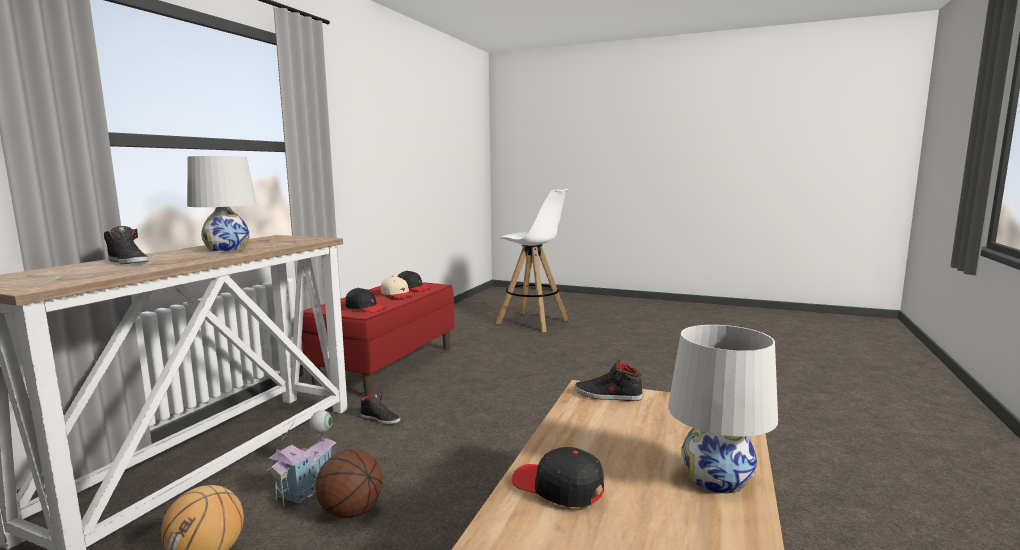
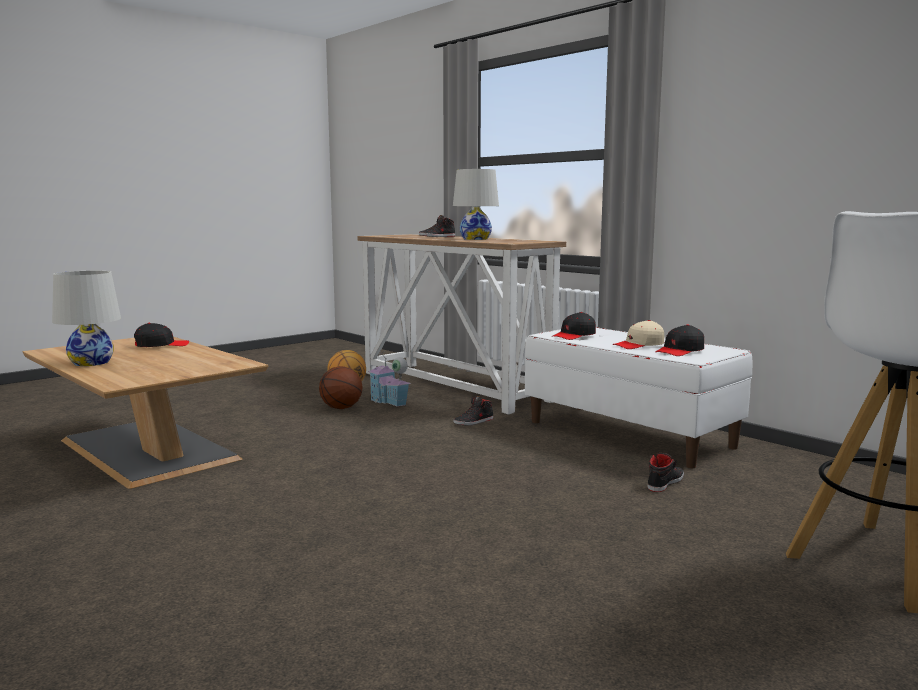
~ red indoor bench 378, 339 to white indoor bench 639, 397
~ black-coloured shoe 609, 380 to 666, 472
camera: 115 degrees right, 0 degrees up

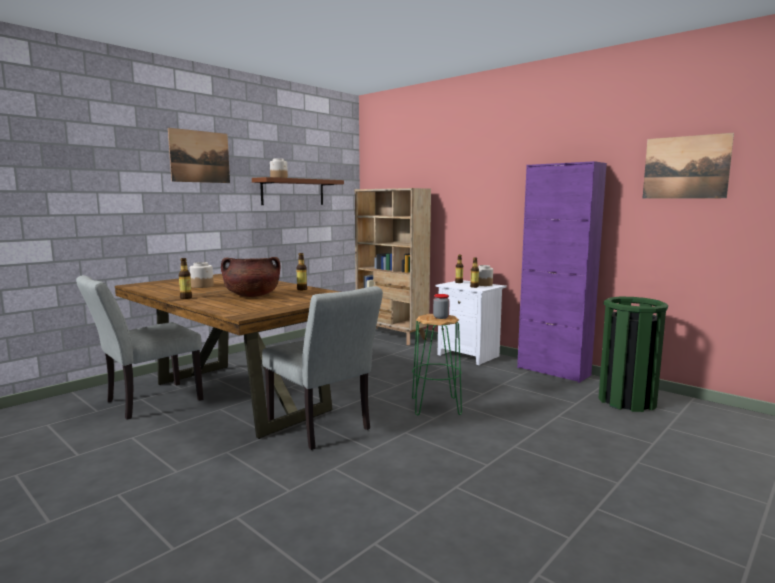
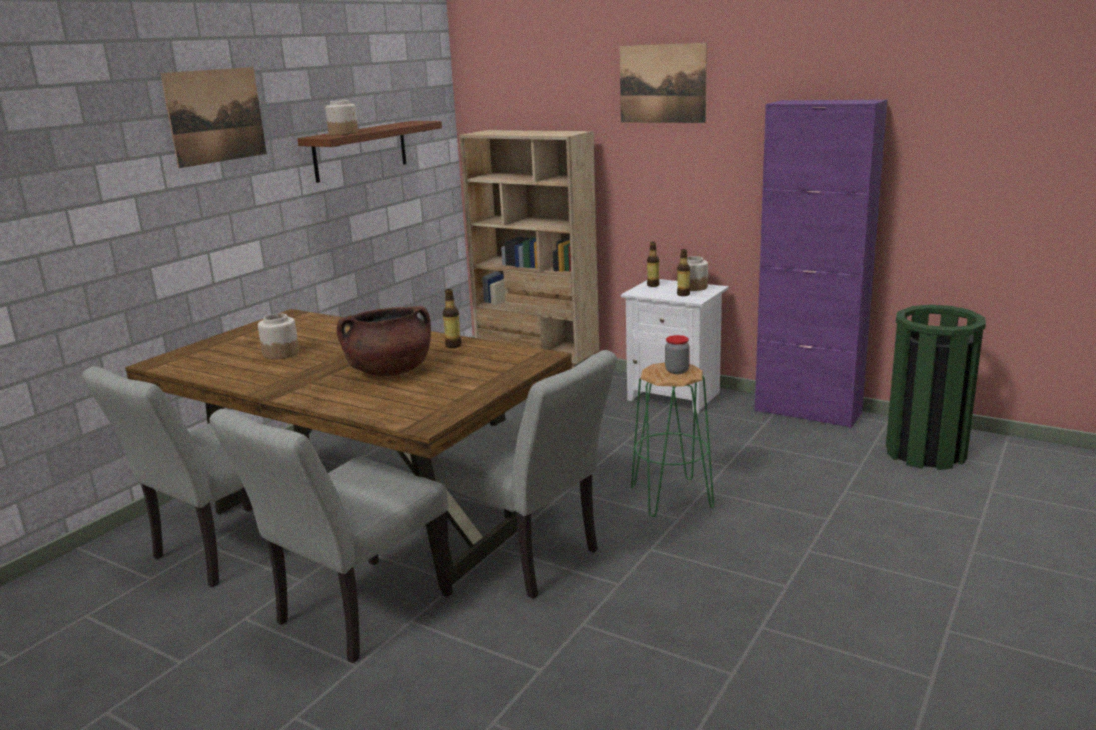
+ grey plain chair 331, 536
~ wall picture 688, 166 to 663, 82
- bottle 185, 278
camera: 10 degrees left, 10 degrees up

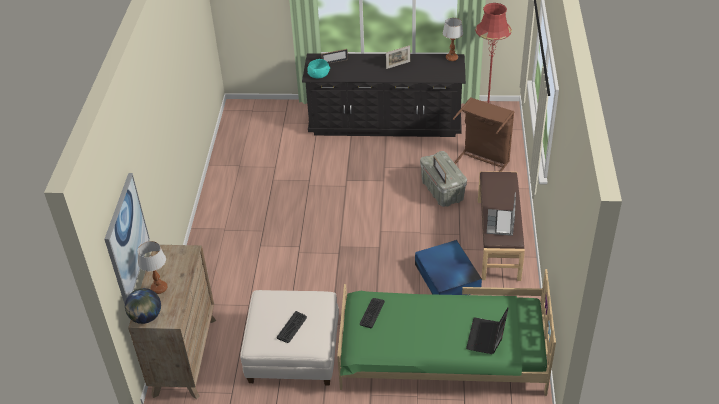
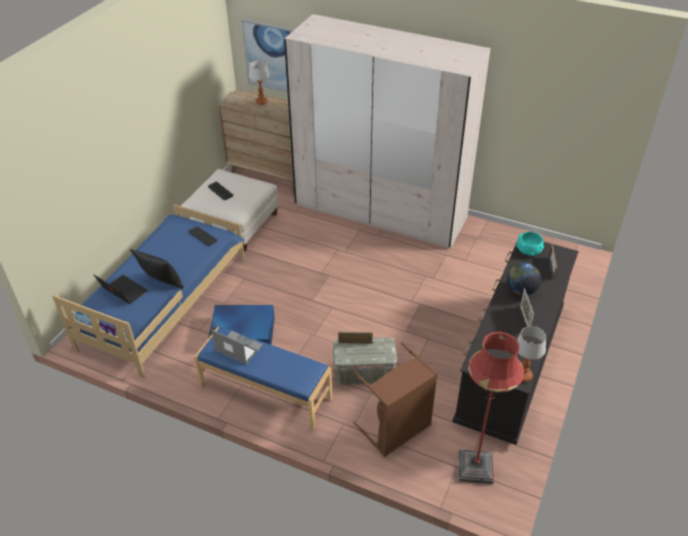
~ greenish sleeping bed 446, 332 to blue-coloured sleeping bed 148, 291
+ black-coloured pillow 157, 268
~ brown-coloured indoor bench 501, 226 to blue-coloured indoor bench 263, 379
+ beige wardrobe 387, 132
~ globe 143, 306 to 524, 279
camera: 110 degrees right, 0 degrees up

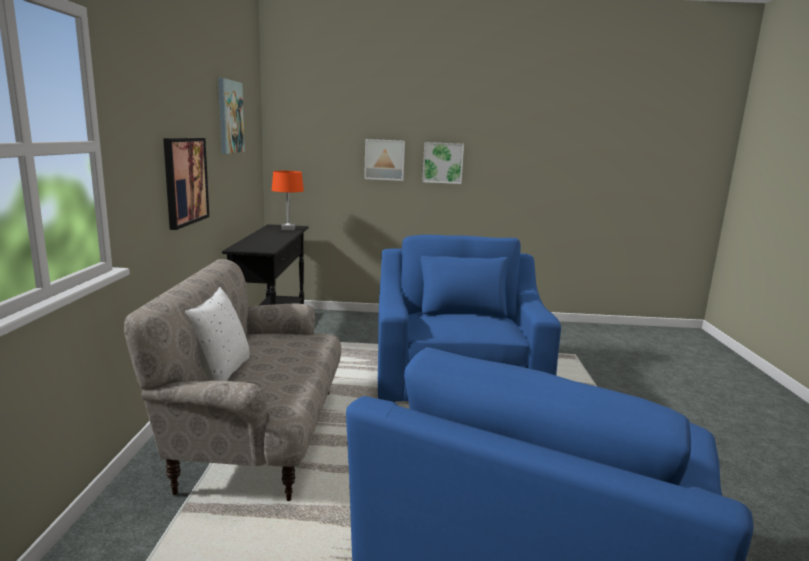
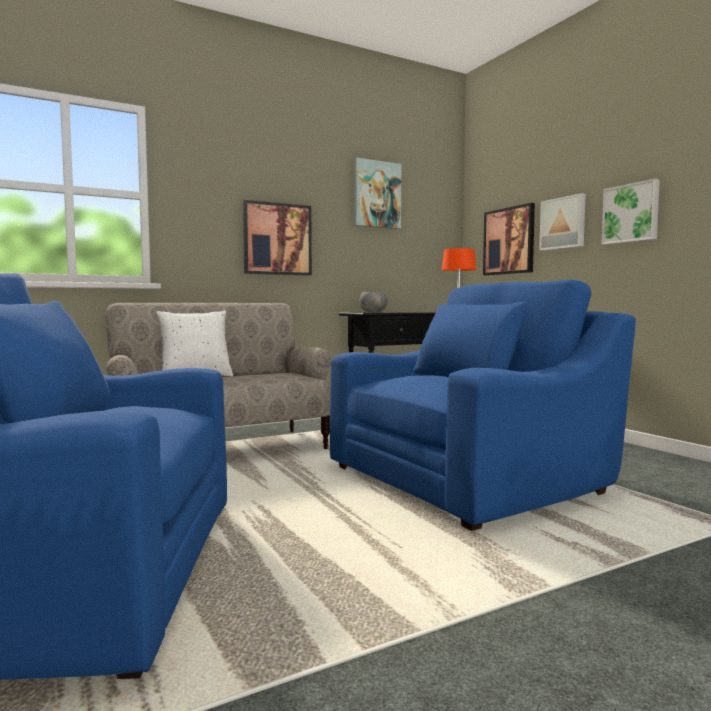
+ grey serving bowl 373, 302
+ wall picture 509, 239
camera: 60 degrees right, 10 degrees down

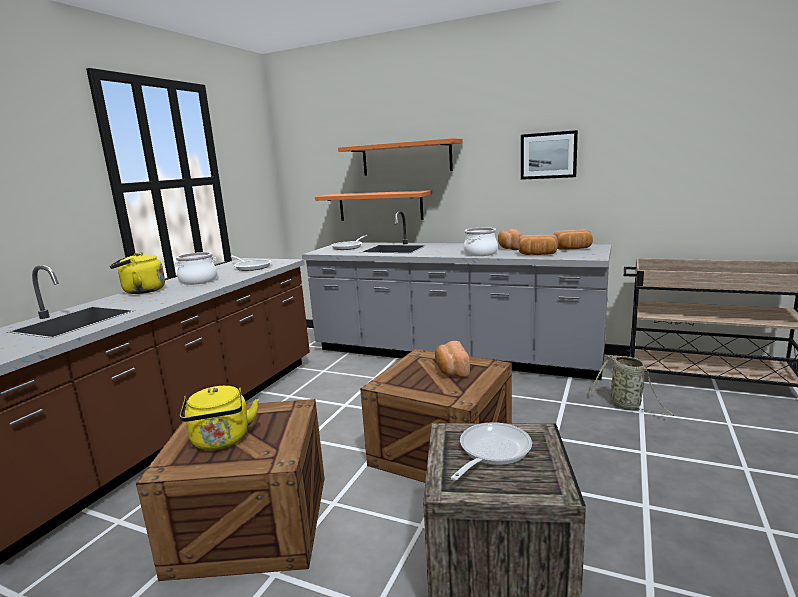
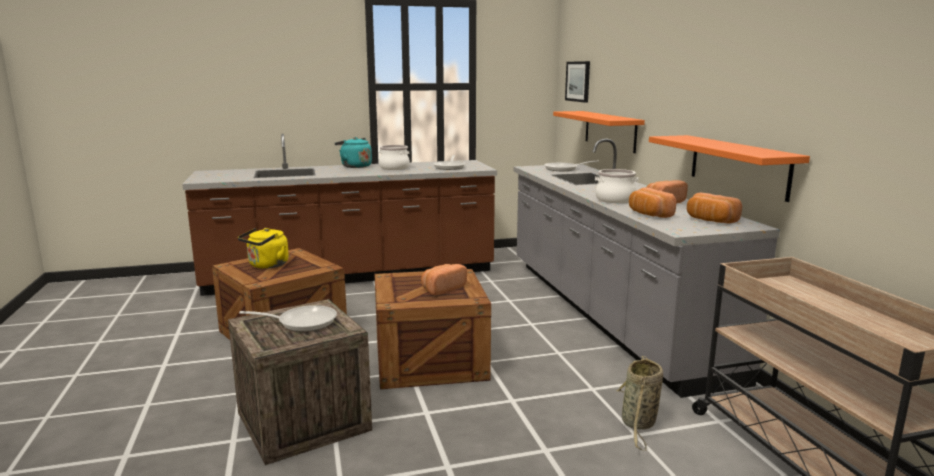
~ yellow kettle 137, 273 to turquoise kettle 353, 152
~ wall picture 549, 155 to 577, 82
~ orangey shelf 400, 157 to 729, 168
camera: 50 degrees right, 0 degrees up

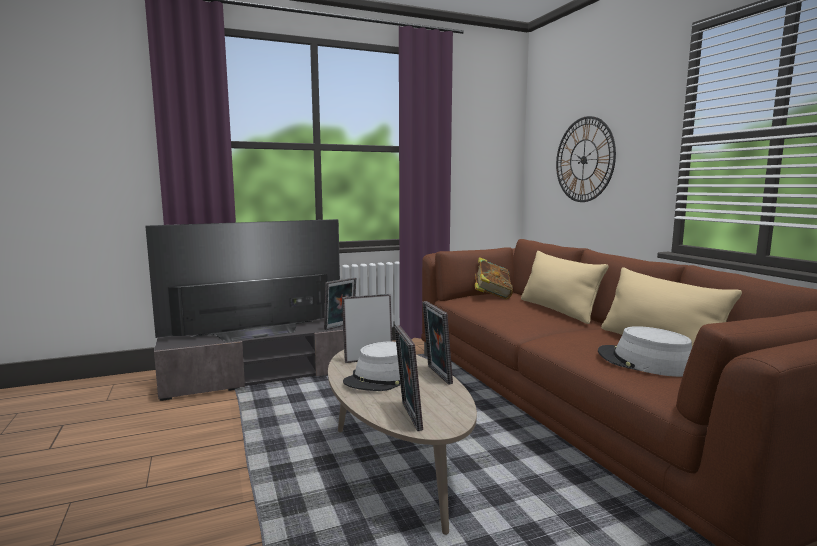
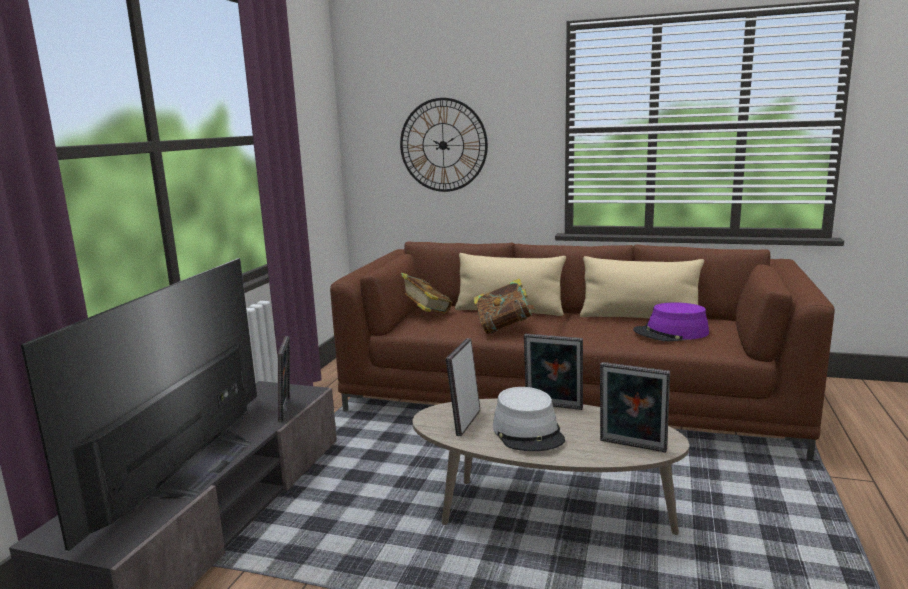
+ bound book 504, 306
~ grey hat 645, 351 to purplish hat 671, 321
camera: 50 degrees left, 5 degrees up

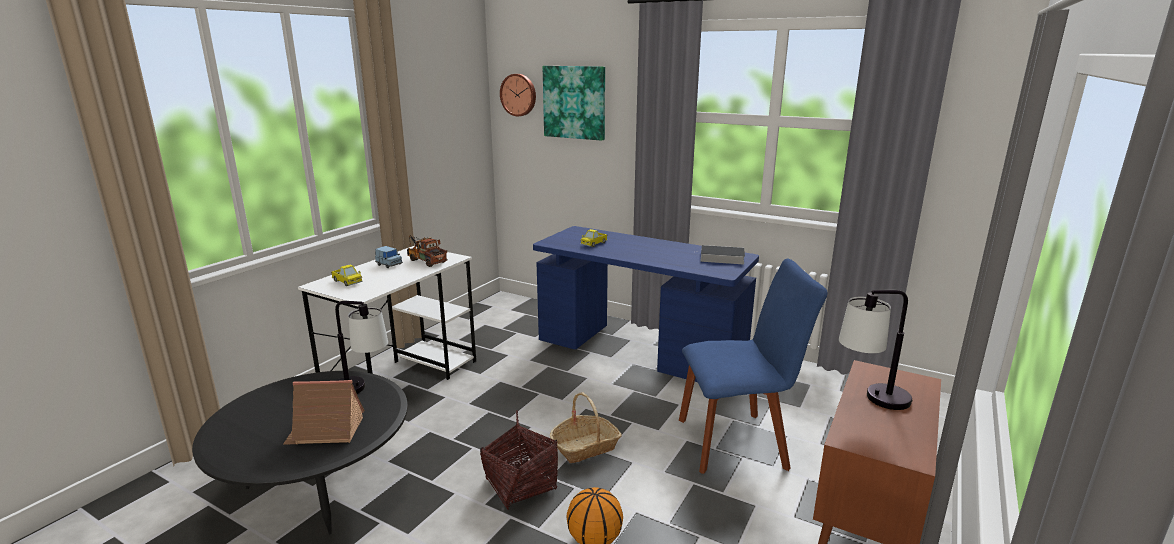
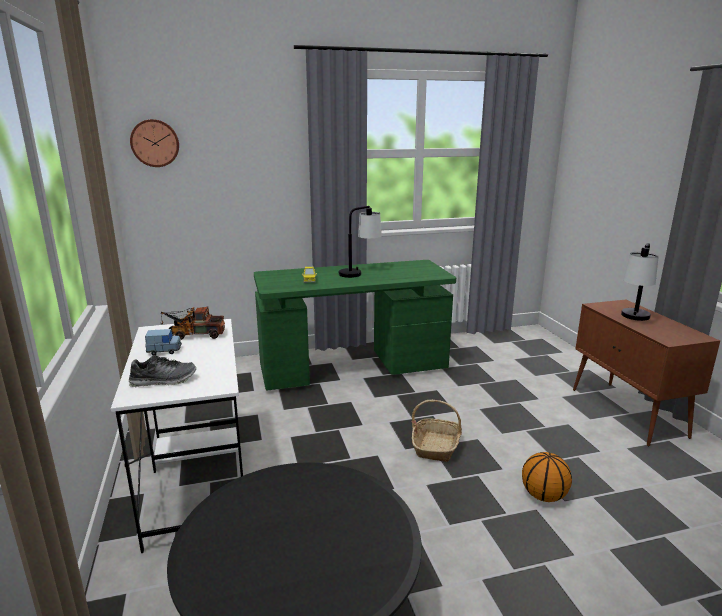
~ toy truck 347, 275 to shoe 162, 371
~ blue-coloured desk 646, 304 to greenish desk 355, 325
~ tabletop lamp 361, 347 to 360, 242
- model house 324, 412
- household basket 519, 460
- wall picture 574, 103
- blue-coloured plain chair 753, 366
- bound book 720, 254
camera: 45 degrees left, 0 degrees up

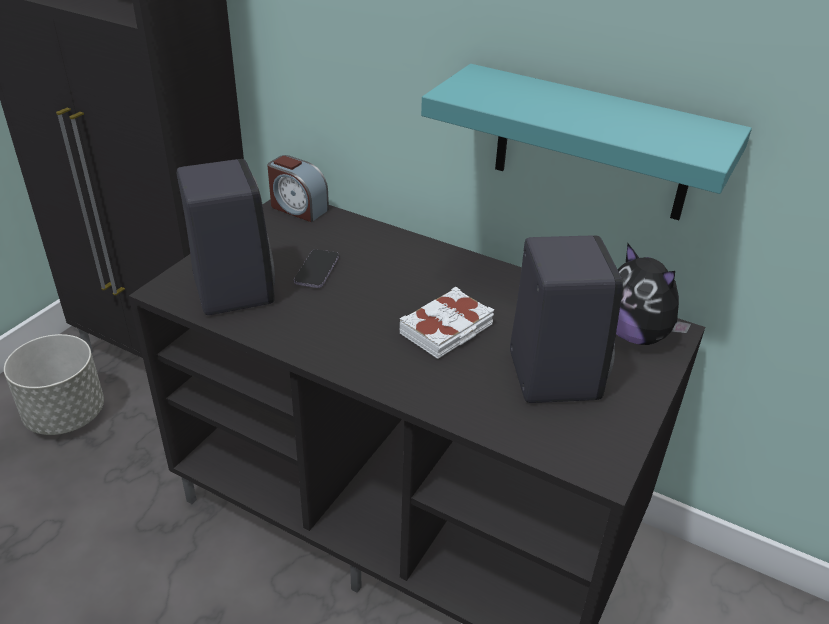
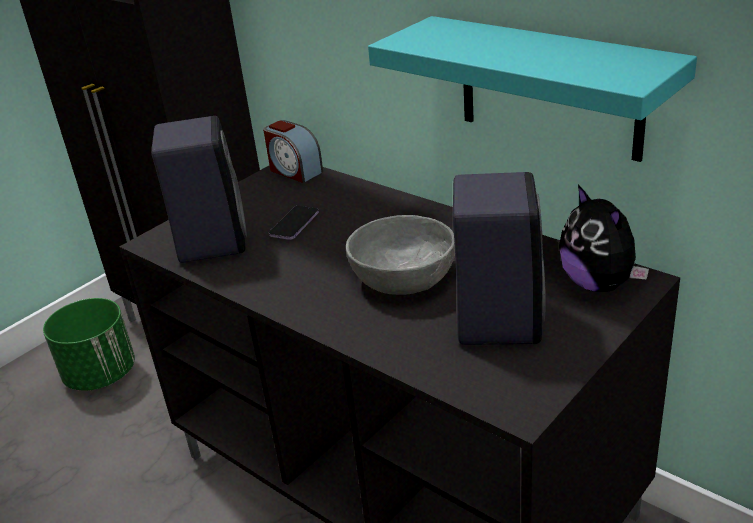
~ grey planter 54, 384 to greenish planter 89, 344
~ white bound book 447, 323 to grey serving bowl 400, 255
camera: 15 degrees right, 5 degrees down

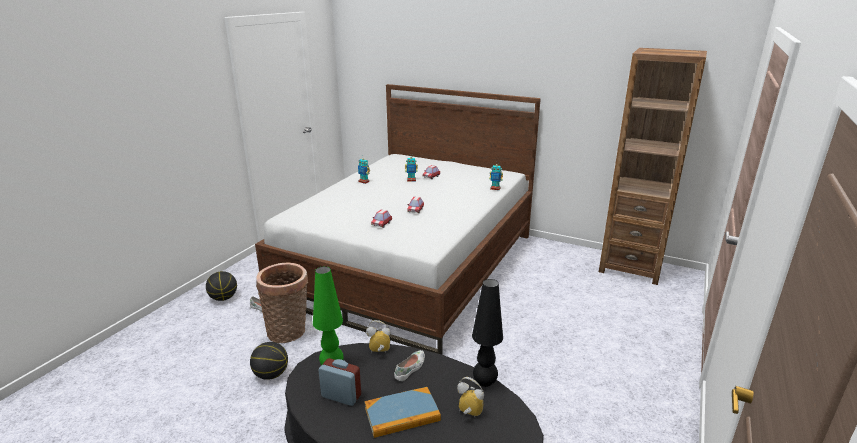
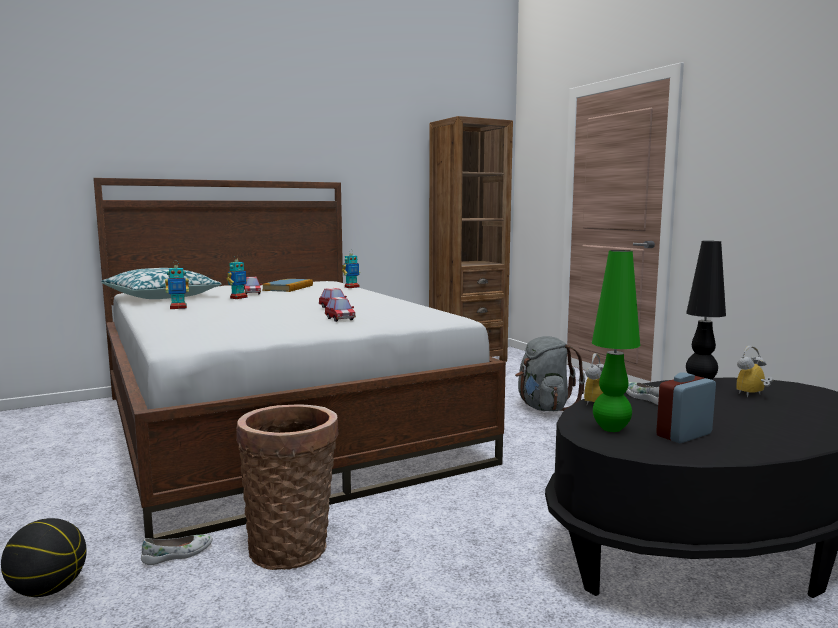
+ pillow 161, 283
~ bound book 403, 412 to 287, 285
+ grey knapsack 550, 373
- ball for basketball 269, 361
camera: 55 degrees left, 15 degrees down

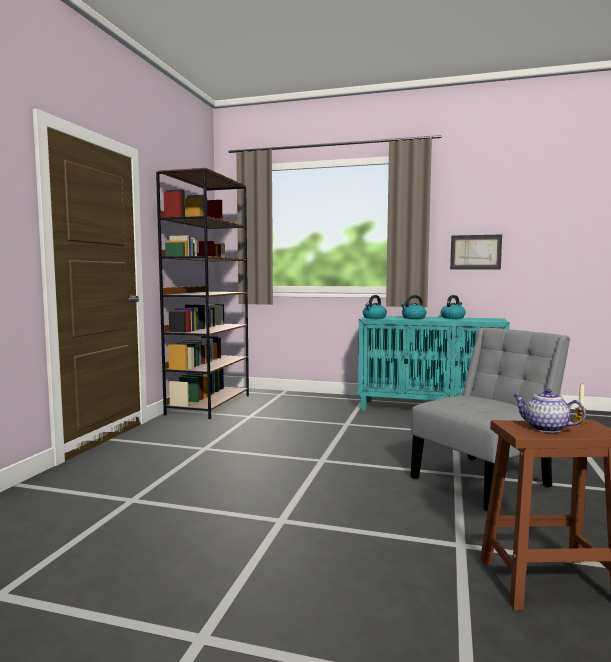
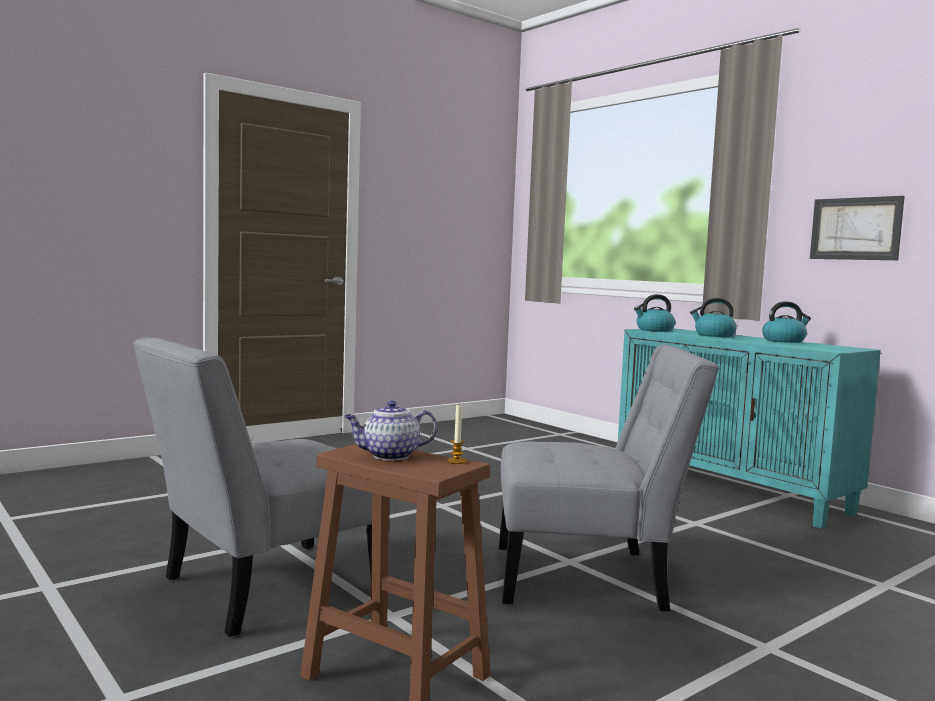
+ grey plain chair 252, 487
~ teapot 549, 411 = 391, 430 90 degrees counterclockwise
- brown-coloured shelving unit 202, 293
camera: 35 degrees right, 0 degrees up

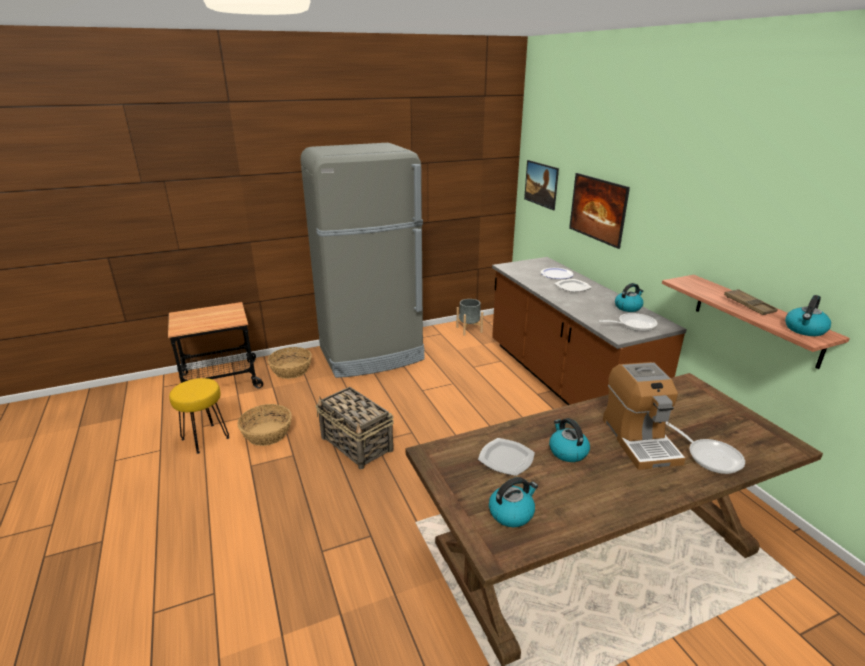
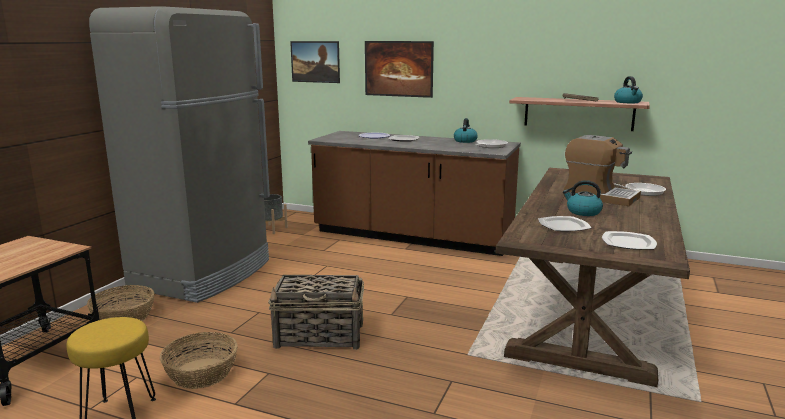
~ kettle 513, 502 to dinner plate 629, 240
camera: 45 degrees left, 10 degrees down

